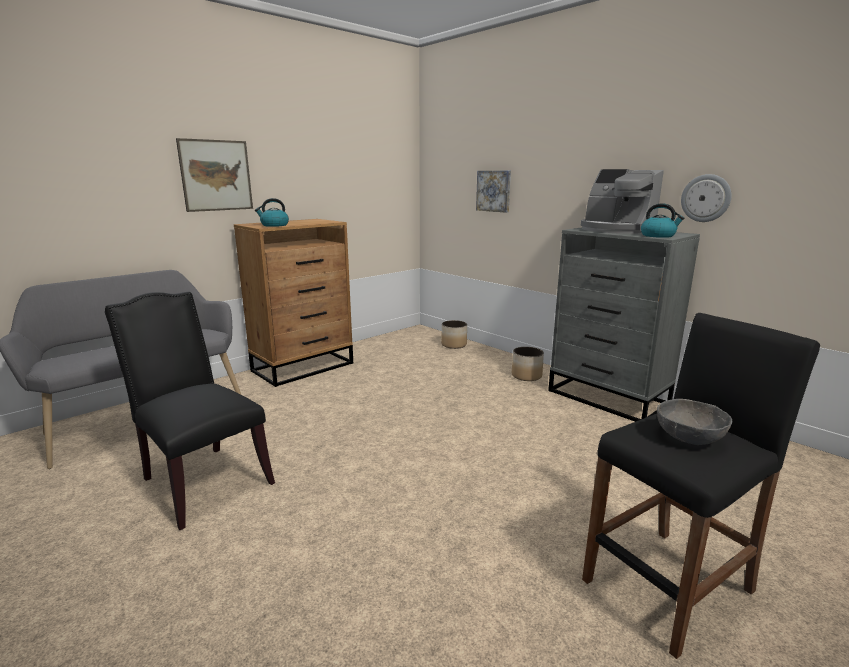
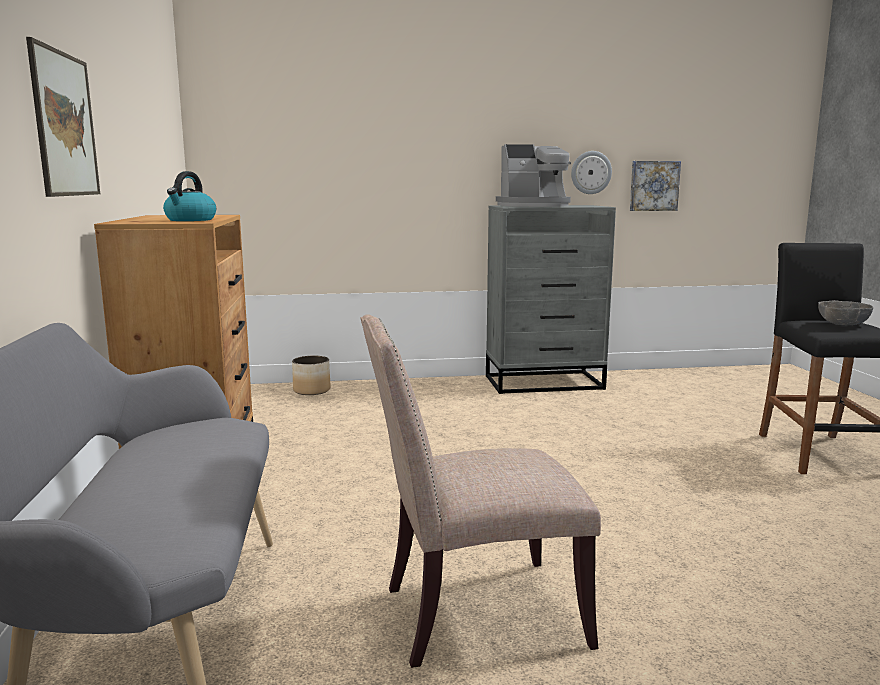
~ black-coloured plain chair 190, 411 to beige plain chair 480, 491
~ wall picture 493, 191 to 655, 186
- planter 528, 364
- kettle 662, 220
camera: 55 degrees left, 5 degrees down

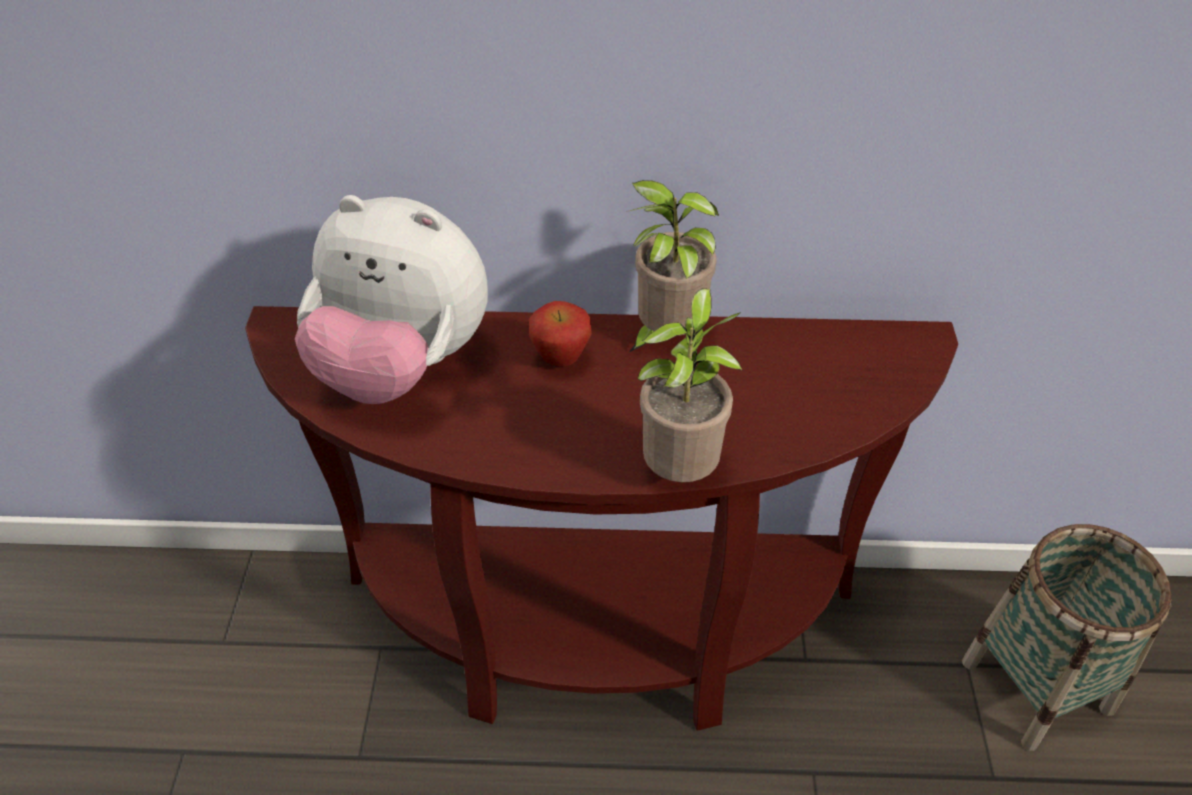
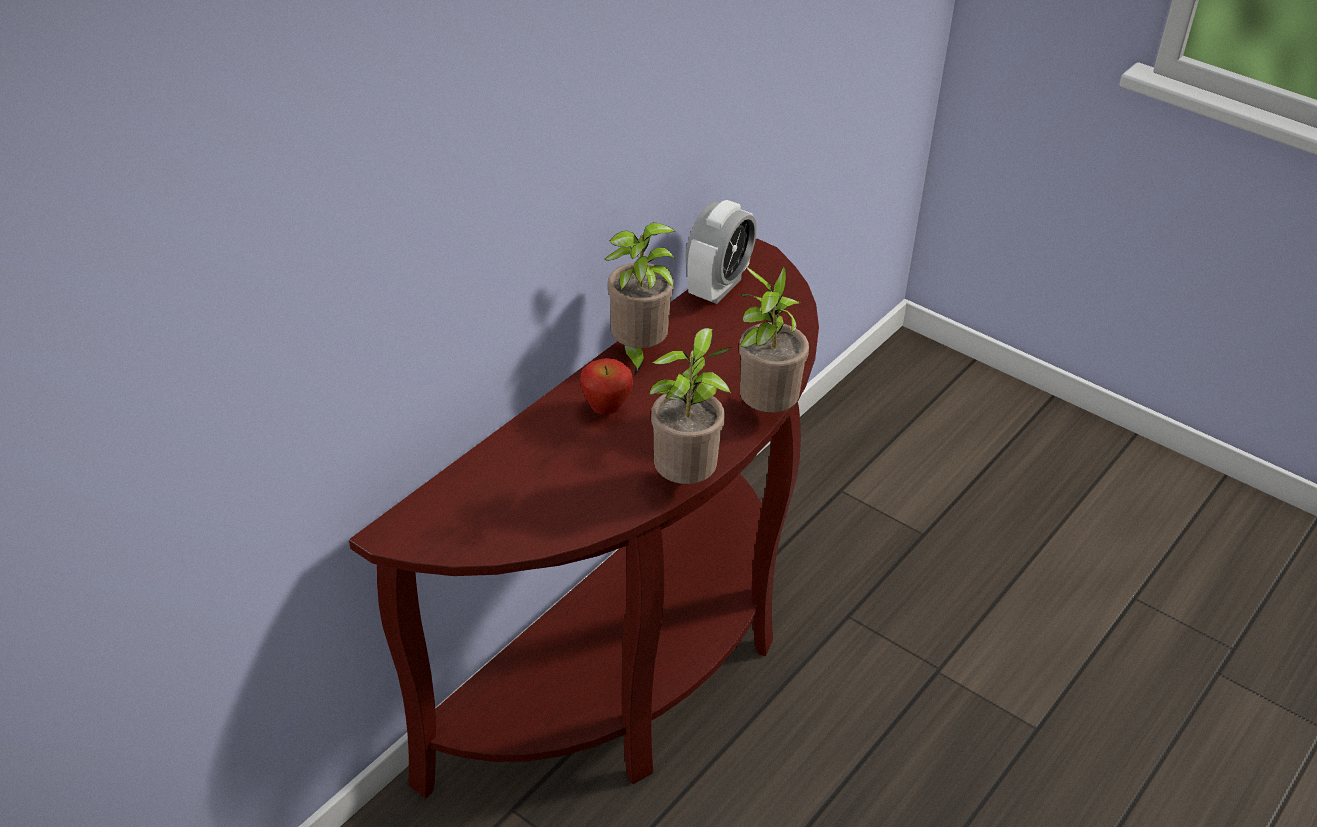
+ plant in a pot 690, 406
+ alarm clock 721, 252
- plush toy 391, 299
- household basket 1067, 637
camera: 55 degrees left, 5 degrees down

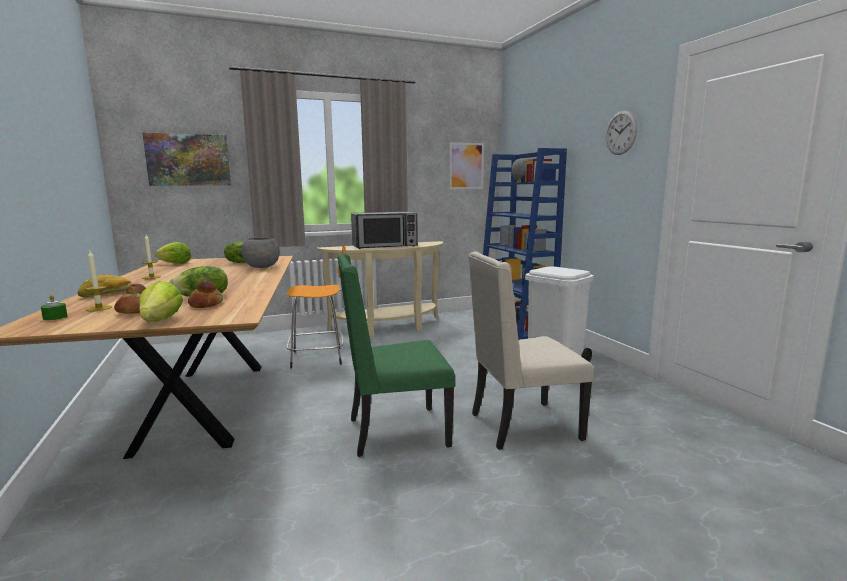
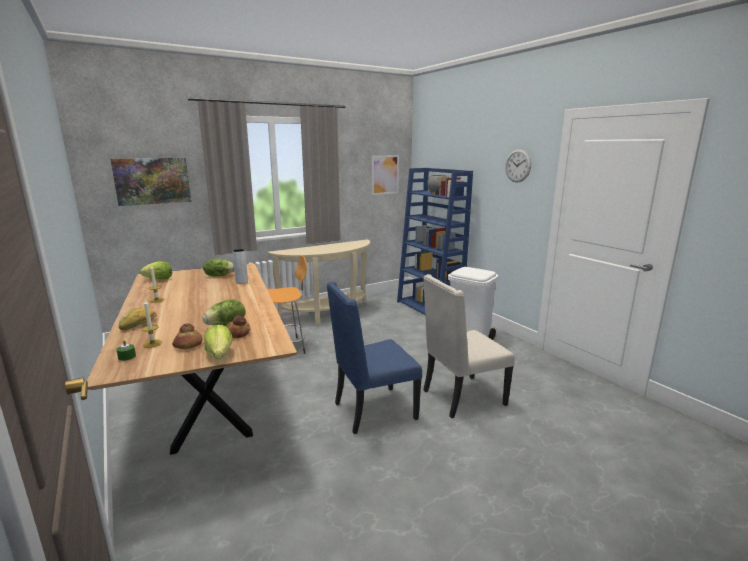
~ grey serving bowl 260, 252 to grey flower vase 240, 266
~ greenish plain chair 396, 355 to blue-coloured plain chair 374, 357
- microwave oven 384, 230
camera: 10 degrees left, 5 degrees up

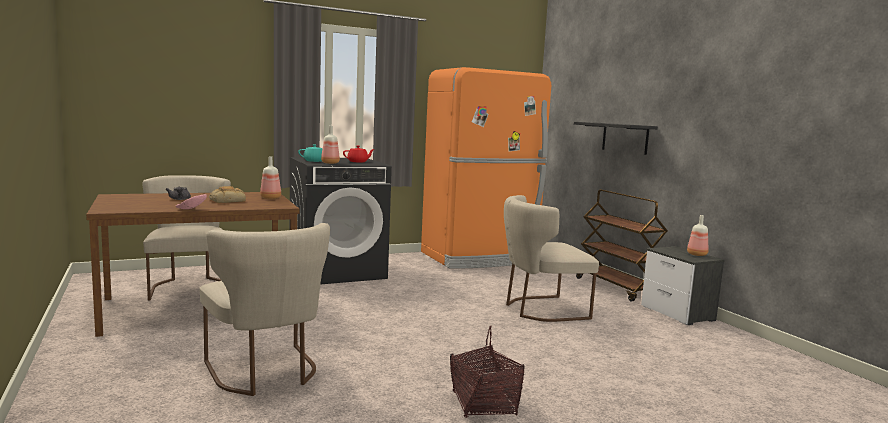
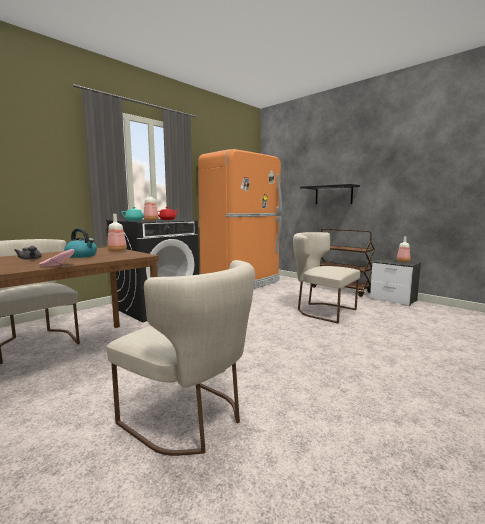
~ baked bread 227, 194 to kettle 80, 243
~ beige plain chair 551, 258 = 326, 277 75 degrees clockwise
- household basket 487, 371
camera: 20 degrees left, 0 degrees up

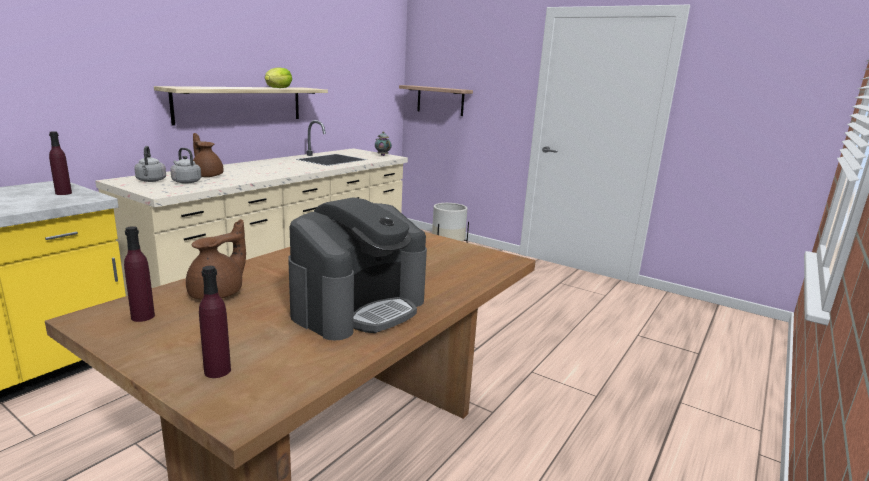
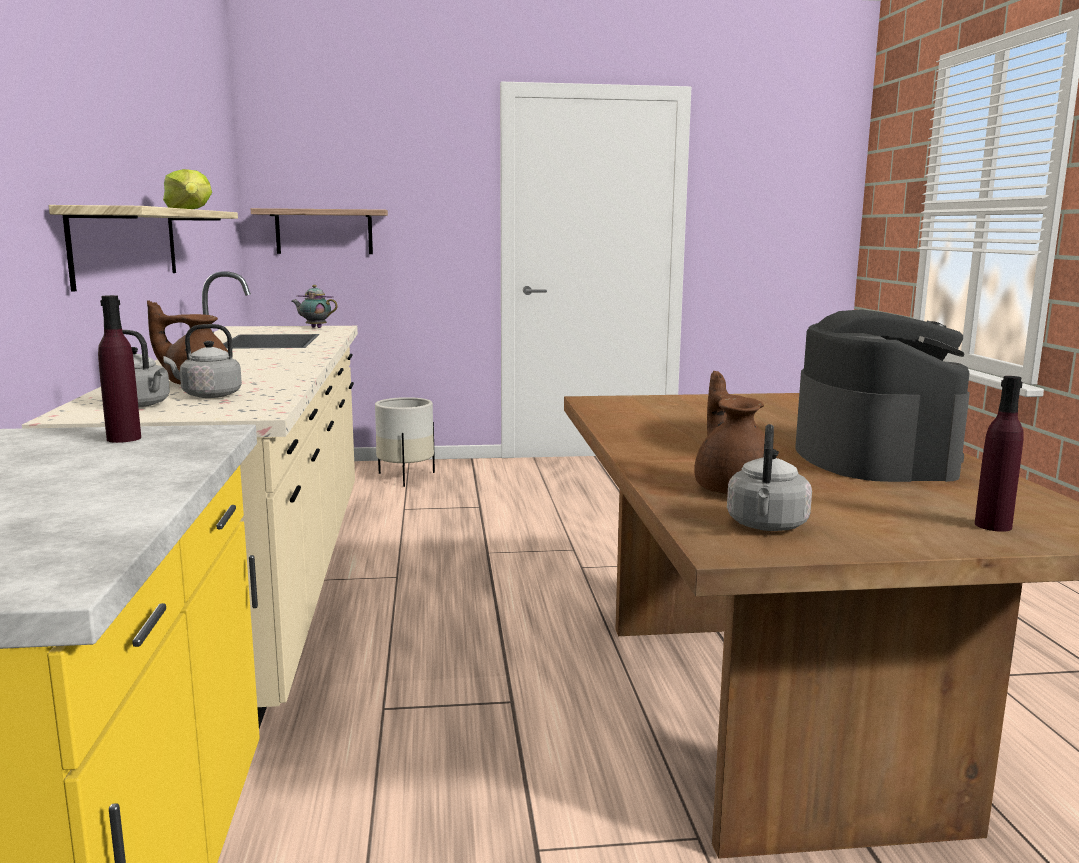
~ purplish bottle 139, 274 to grey kettle 769, 477
camera: 40 degrees left, 5 degrees down

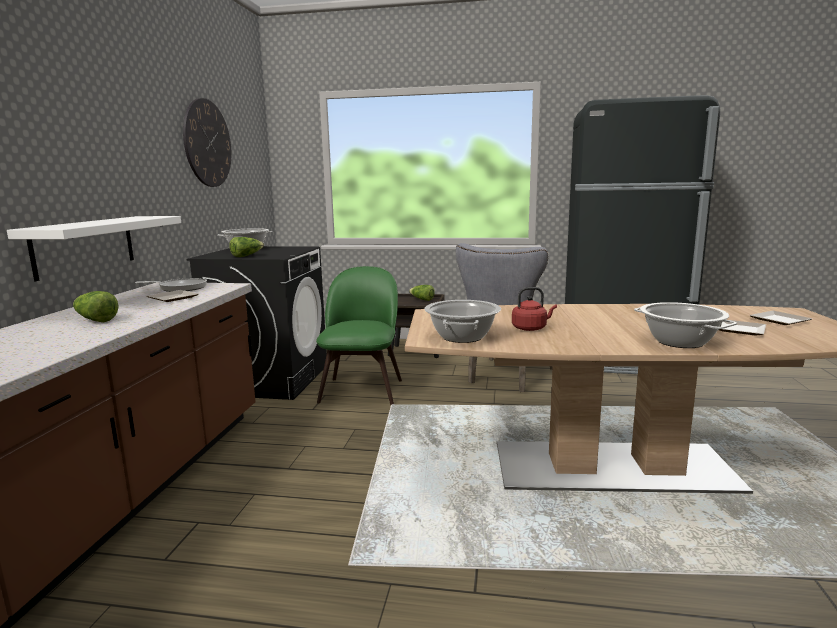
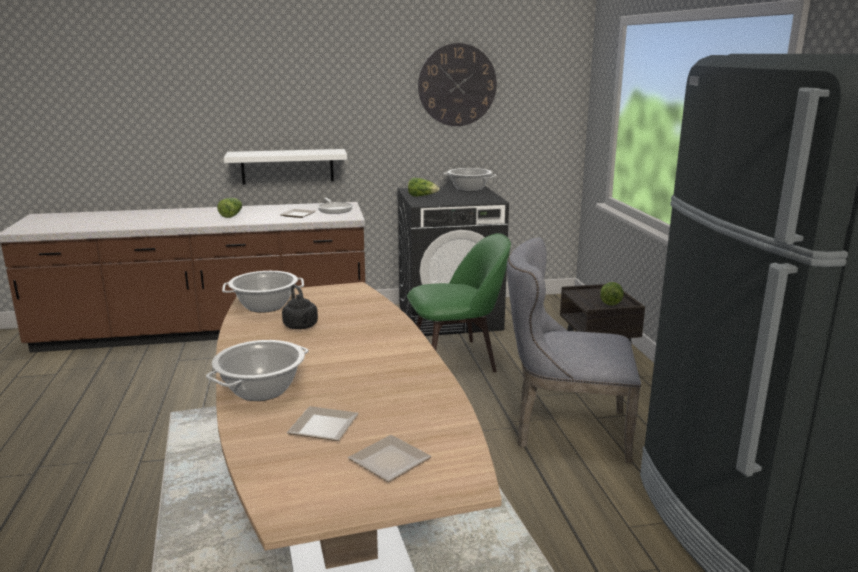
~ red kettle 534, 309 to black-coloured kettle 300, 306
camera: 70 degrees right, 5 degrees up

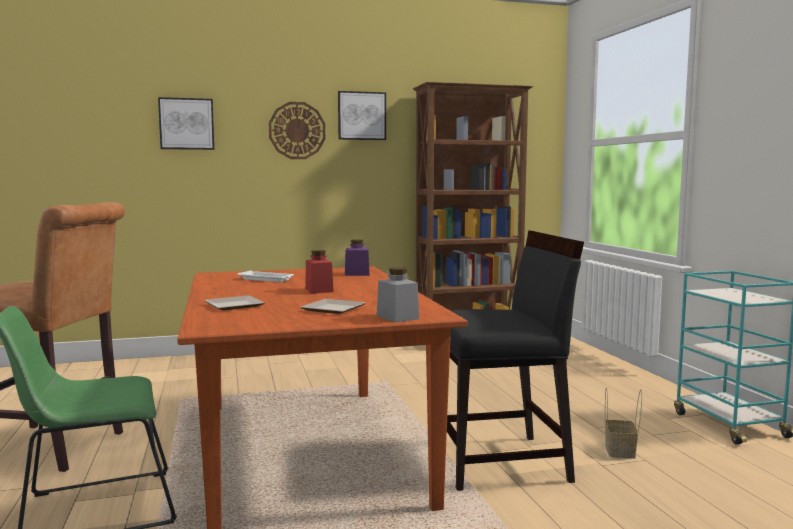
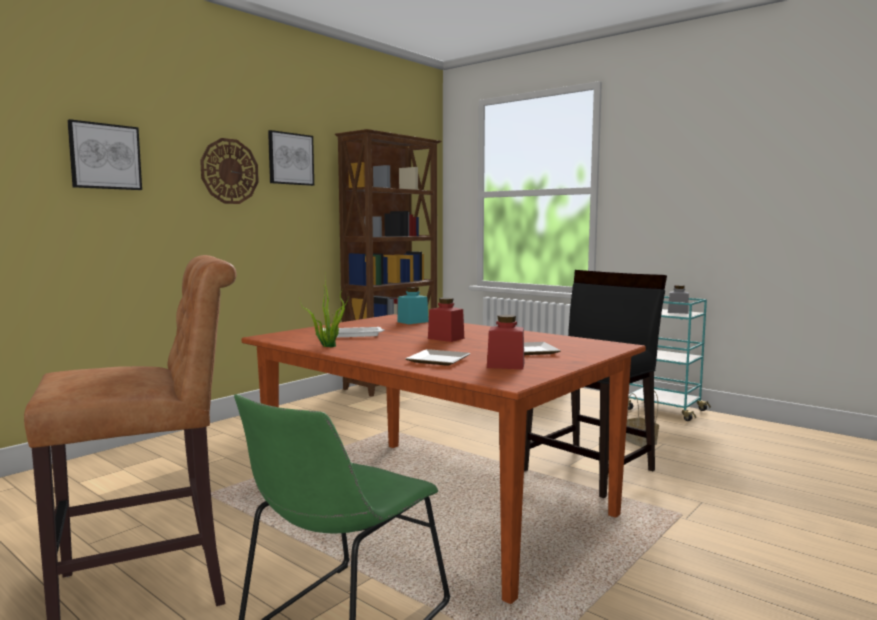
+ plant in a pot 324, 310
~ purplish preserve jar 357, 257 to turquoise preserve jar 413, 305
+ red preserve jar 505, 342
~ grey preserve jar 398, 295 to 678, 299
camera: 35 degrees left, 0 degrees up

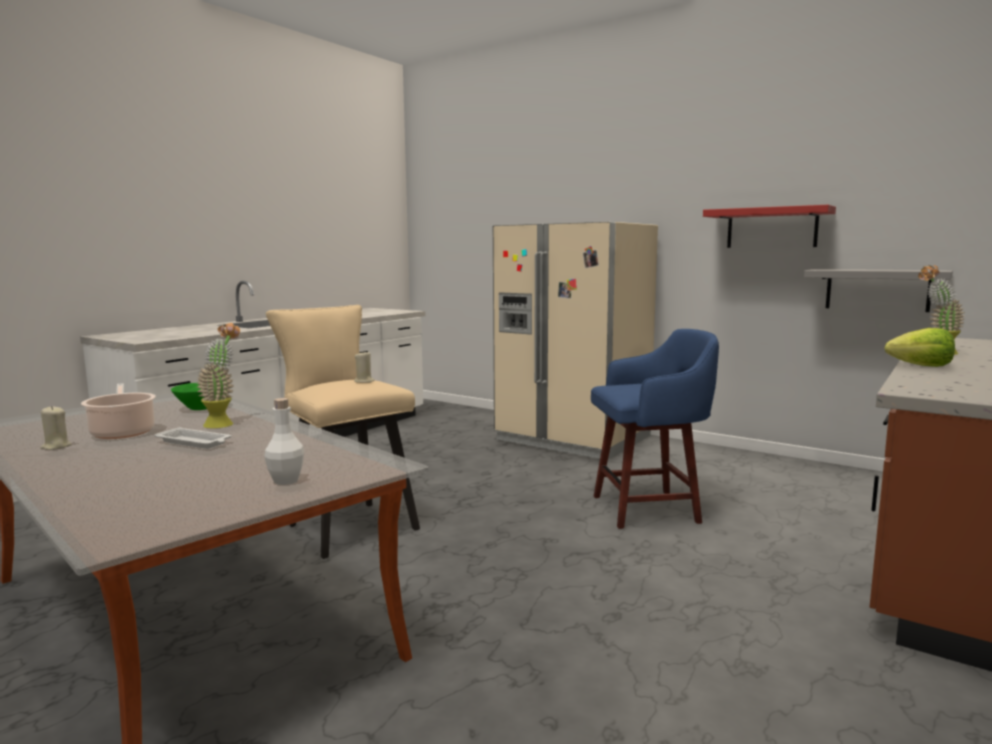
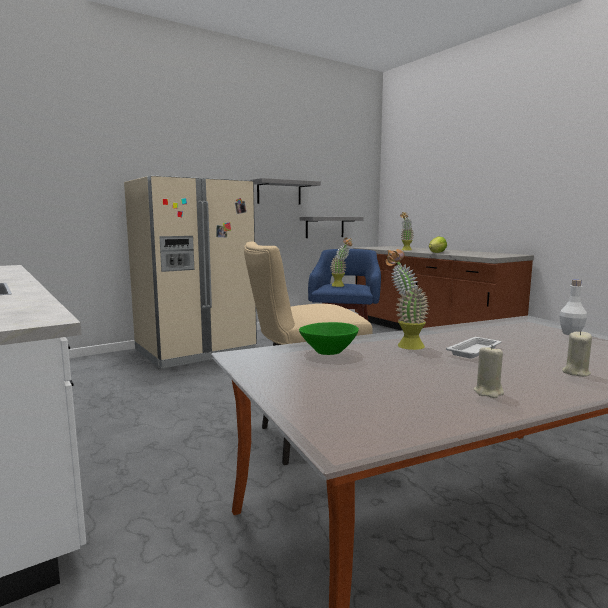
~ red shelf 769, 226 to grey shelf 285, 191
+ plant in a pot 341, 262
~ beige candle 364, 367 to 577, 354
- saucepot 118, 411
camera: 70 degrees left, 0 degrees up

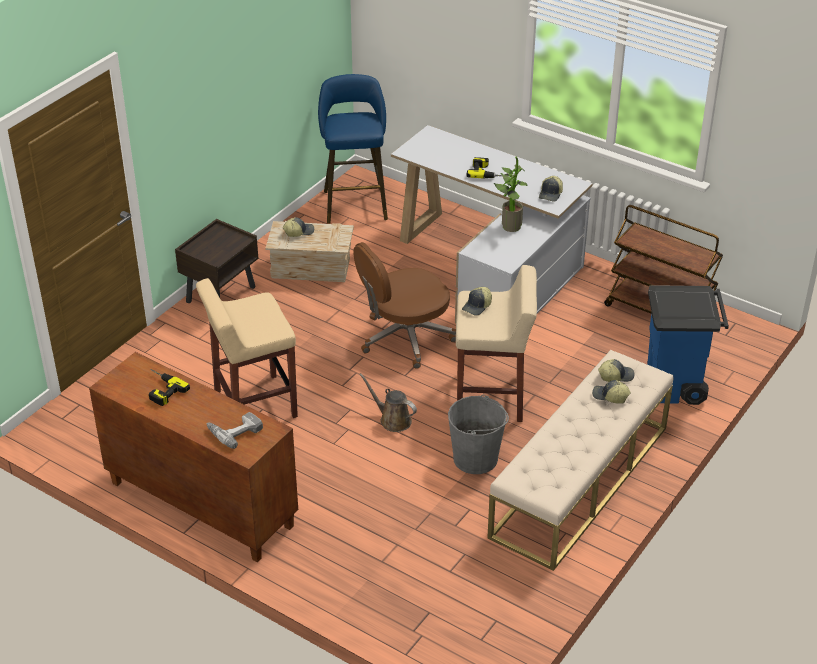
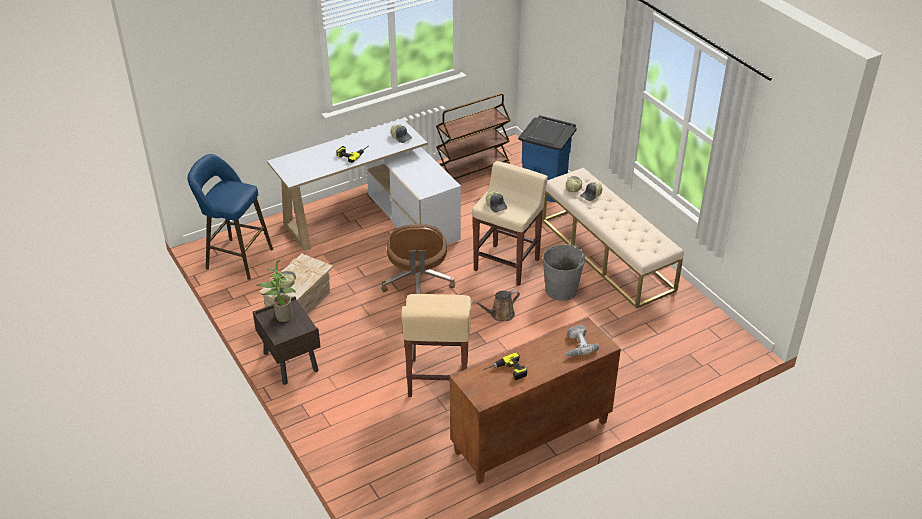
~ plant in a pot 510, 194 to 276, 291
camera: 65 degrees left, 0 degrees up

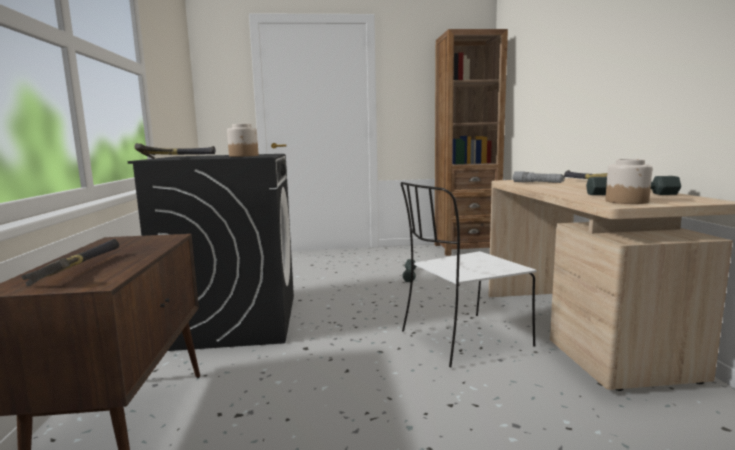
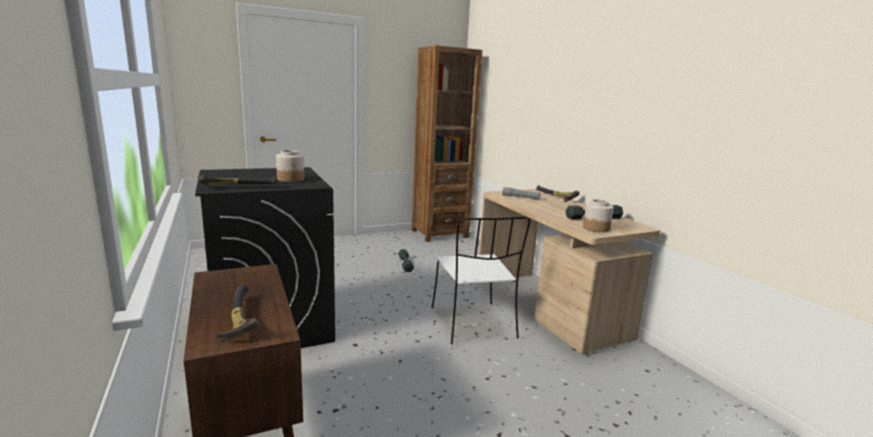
~ white plain chair 469, 274 = 481, 280 60 degrees counterclockwise
camera: 20 degrees left, 5 degrees up

